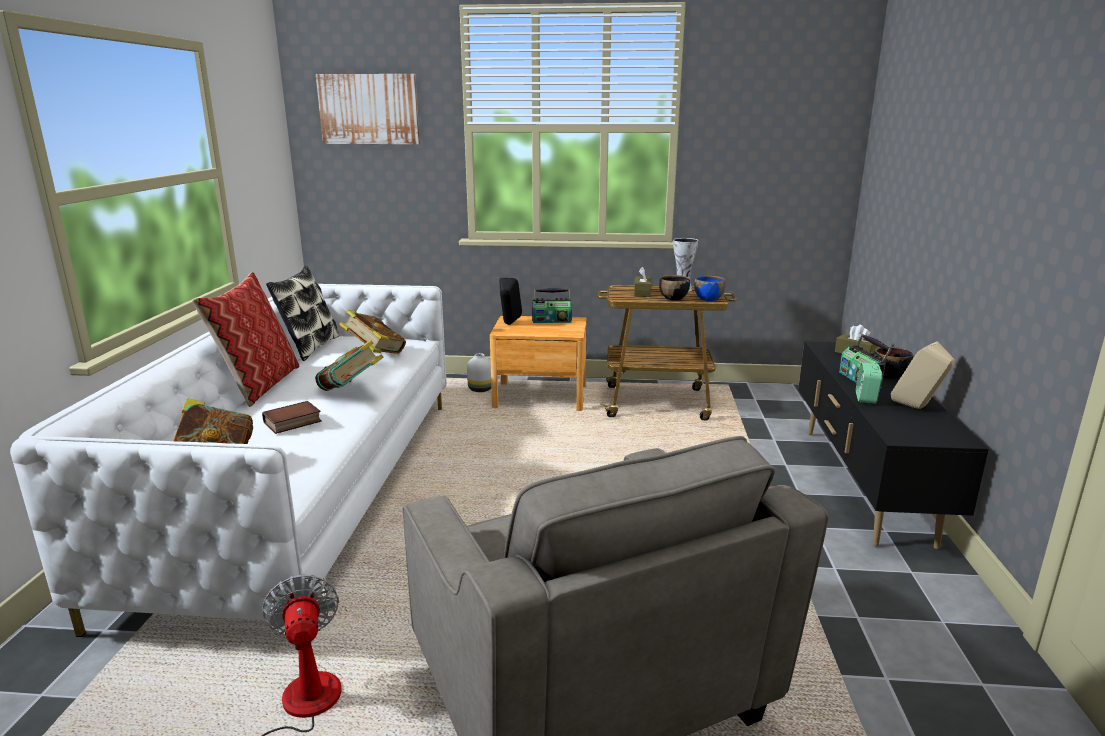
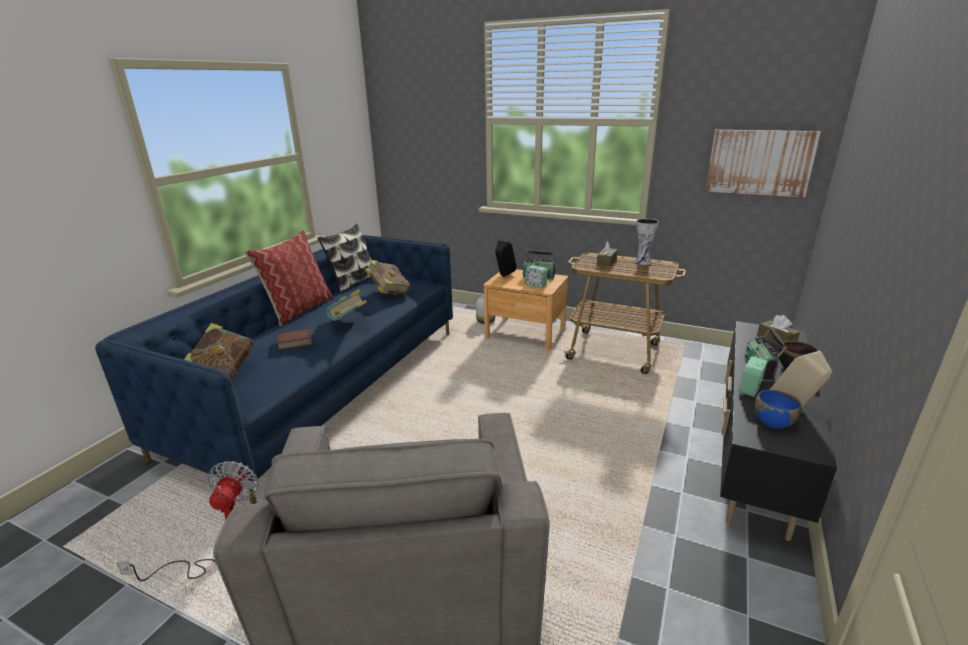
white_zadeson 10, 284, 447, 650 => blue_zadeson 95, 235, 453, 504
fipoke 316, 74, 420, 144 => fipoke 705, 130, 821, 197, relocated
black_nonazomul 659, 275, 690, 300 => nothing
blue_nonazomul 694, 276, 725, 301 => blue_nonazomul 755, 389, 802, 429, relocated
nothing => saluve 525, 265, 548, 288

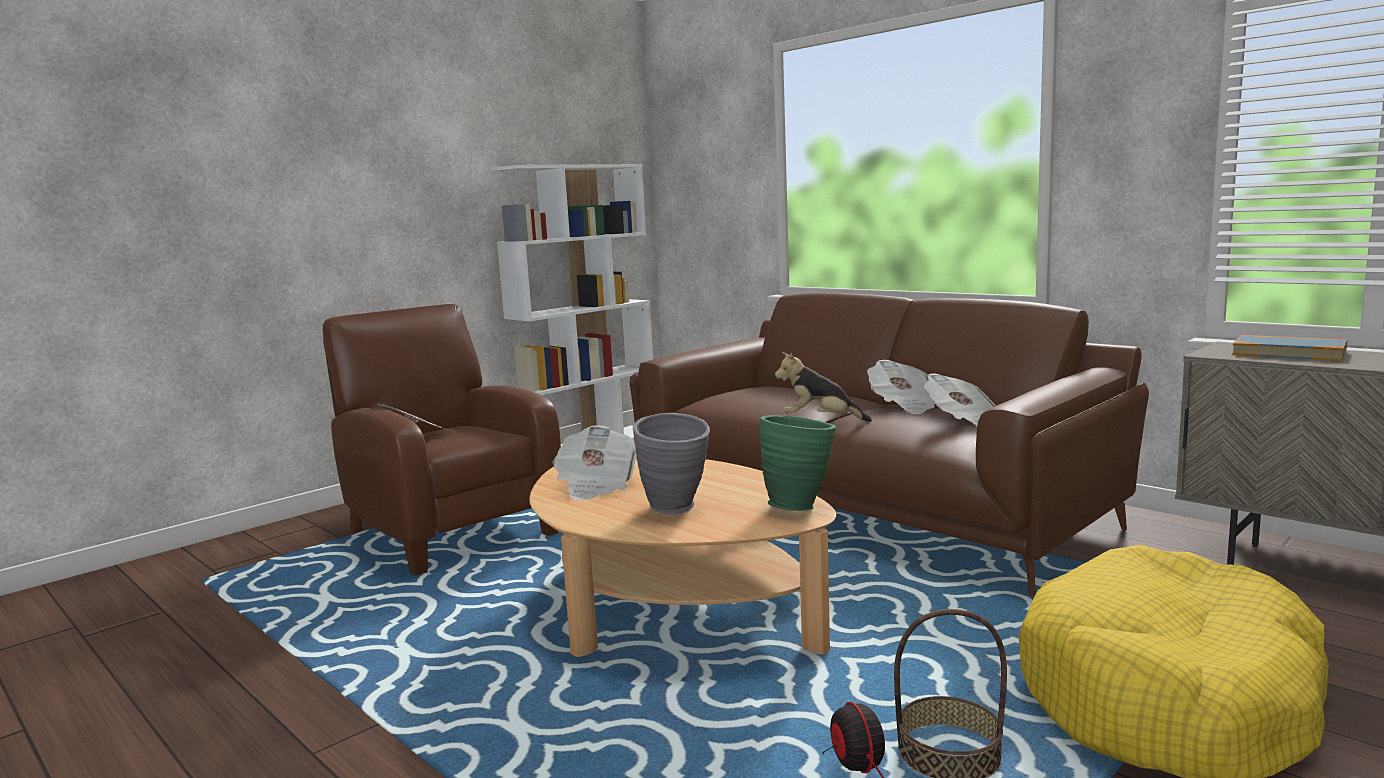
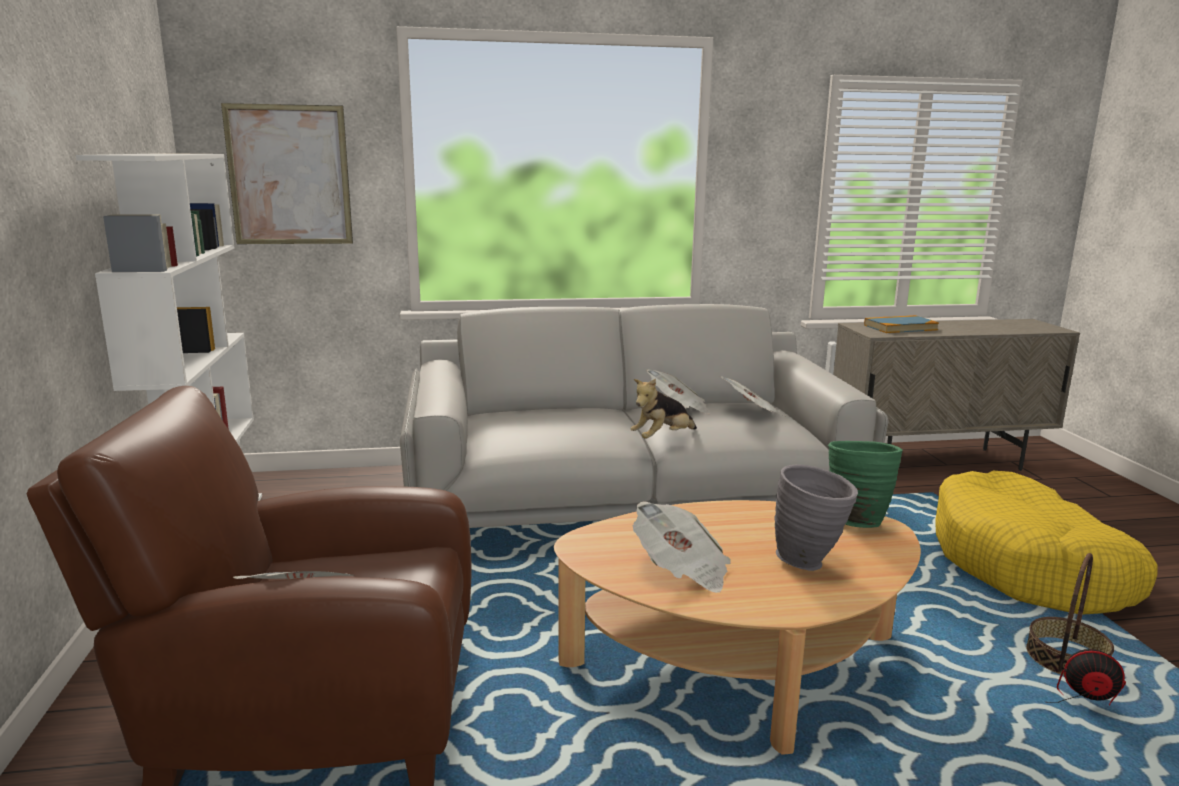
brown_zadeson 630, 293, 1149, 596 => grey_zadeson 400, 304, 888, 528
nothing => fipoke 221, 103, 353, 244

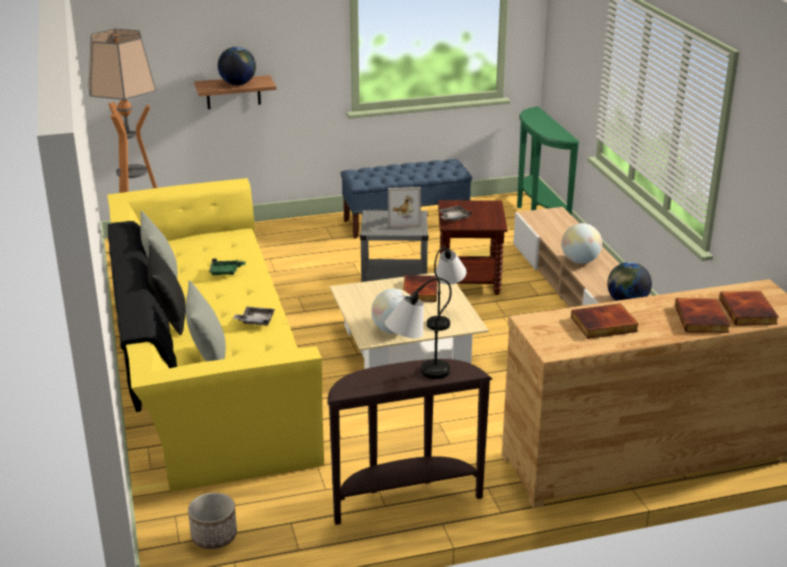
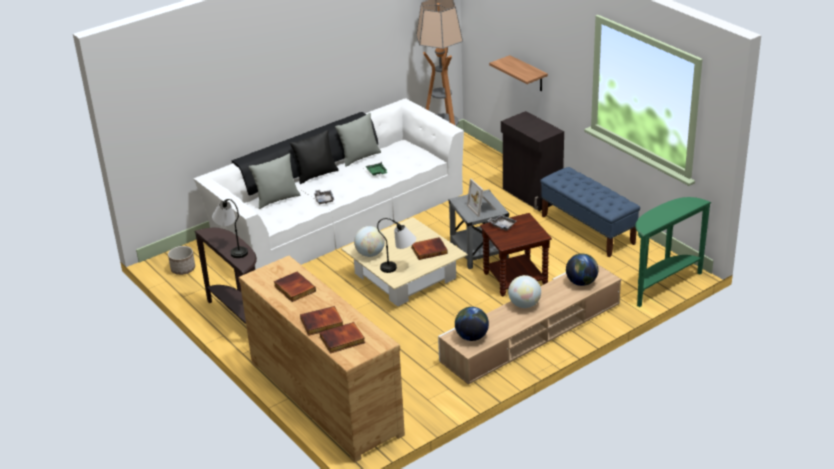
yellow_zadeson 107, 178, 324, 492 => white_zadeson 193, 98, 464, 270
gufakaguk 218, 47, 256, 85 => gufakaguk 566, 254, 598, 286, relocated
nothing => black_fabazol 501, 111, 564, 211

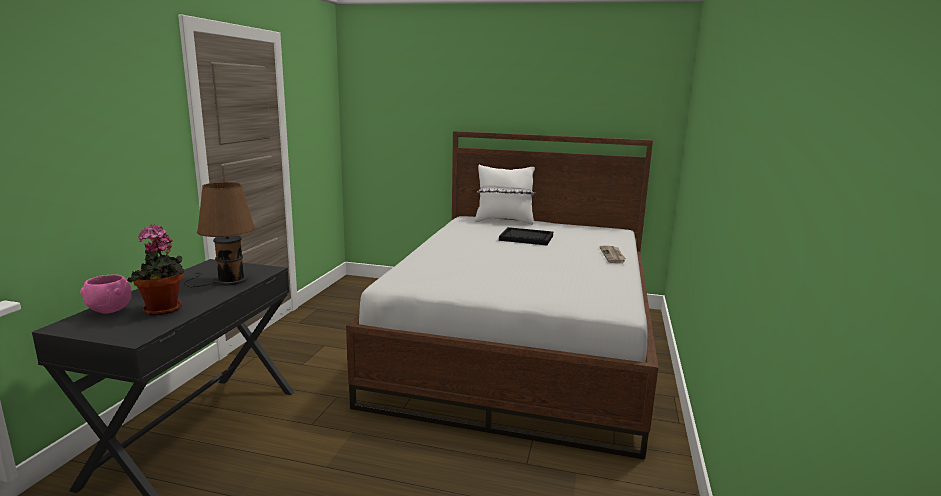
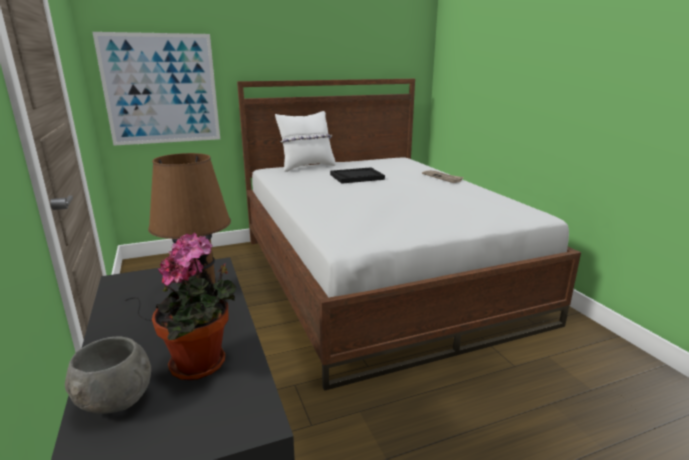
pink_nonazomul 80, 274, 132, 314 => grey_nonazomul 65, 337, 152, 414
nothing => fipoke 92, 32, 220, 146

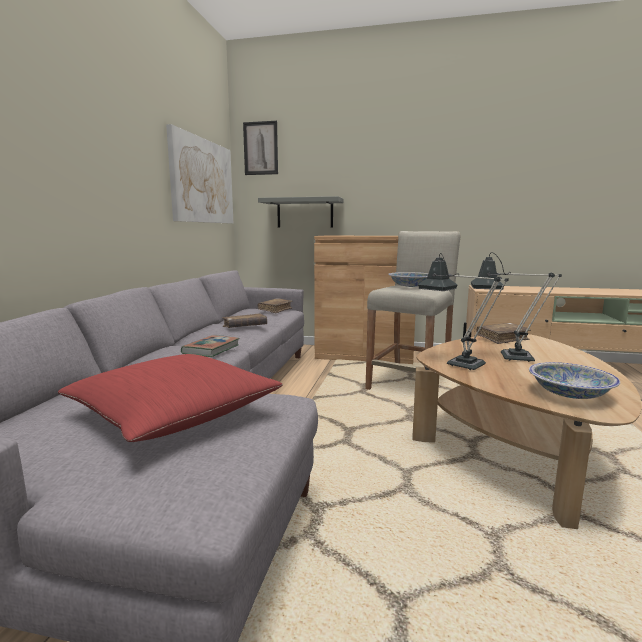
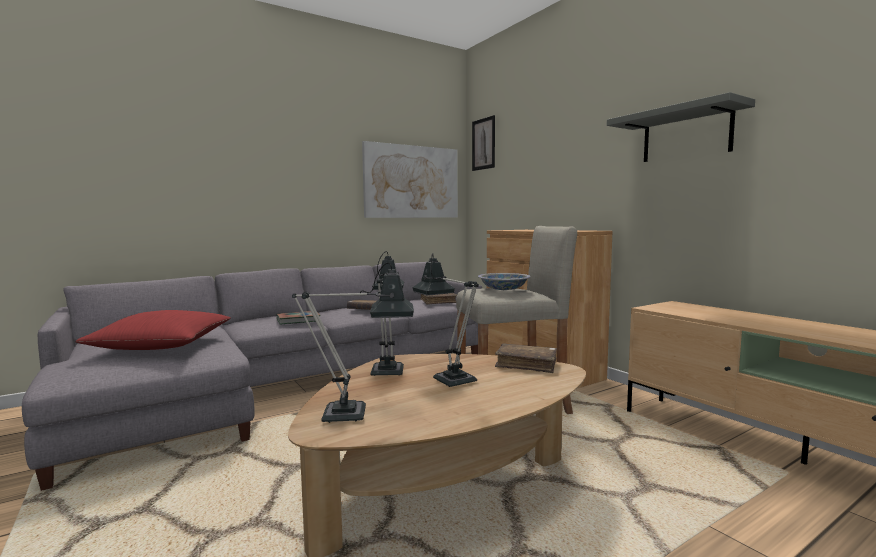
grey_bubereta 258, 196, 344, 228 => grey_bubereta 607, 92, 755, 162, relocated
nonazomul 529, 362, 620, 399 => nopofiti 292, 263, 414, 423

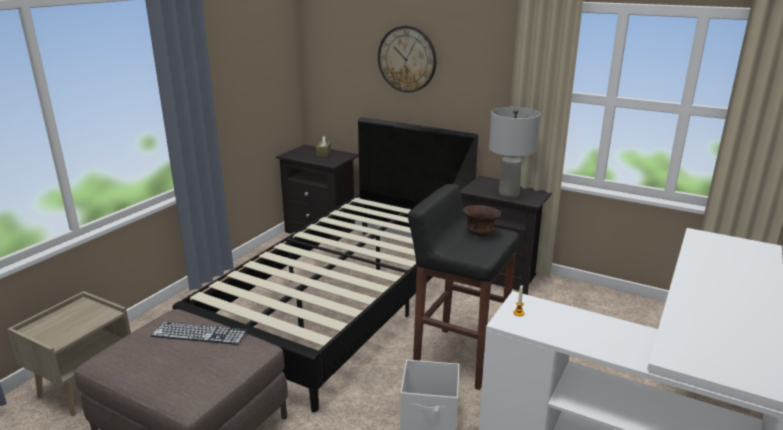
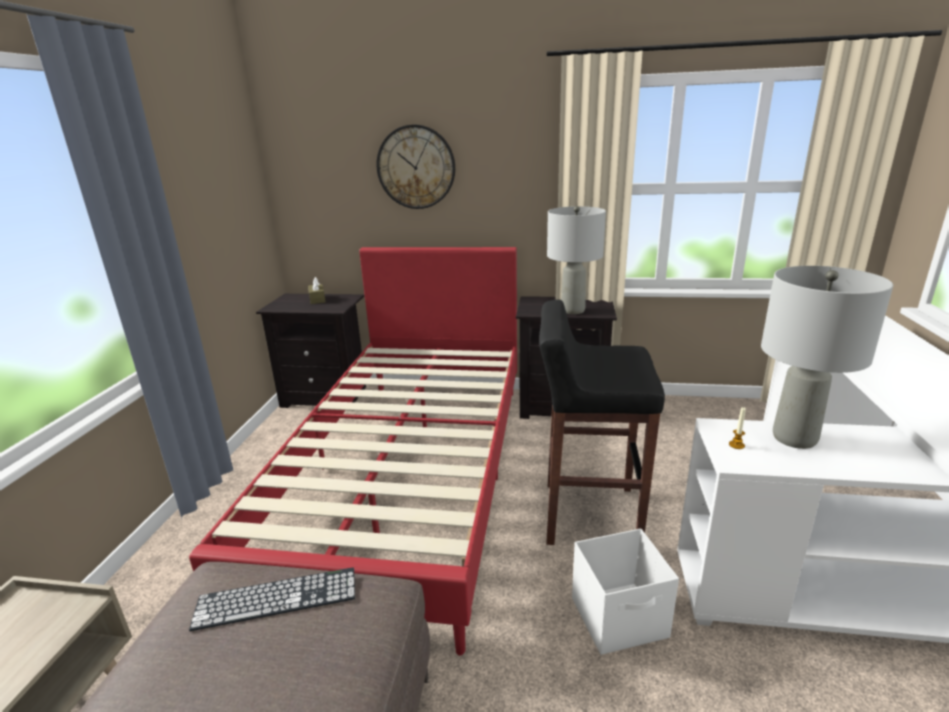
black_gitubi 172, 117, 478, 413 => red_gitubi 189, 247, 517, 656
brown_nonazomul 463, 205, 501, 237 => nothing
nothing => grey_nopofiti 761, 266, 893, 449

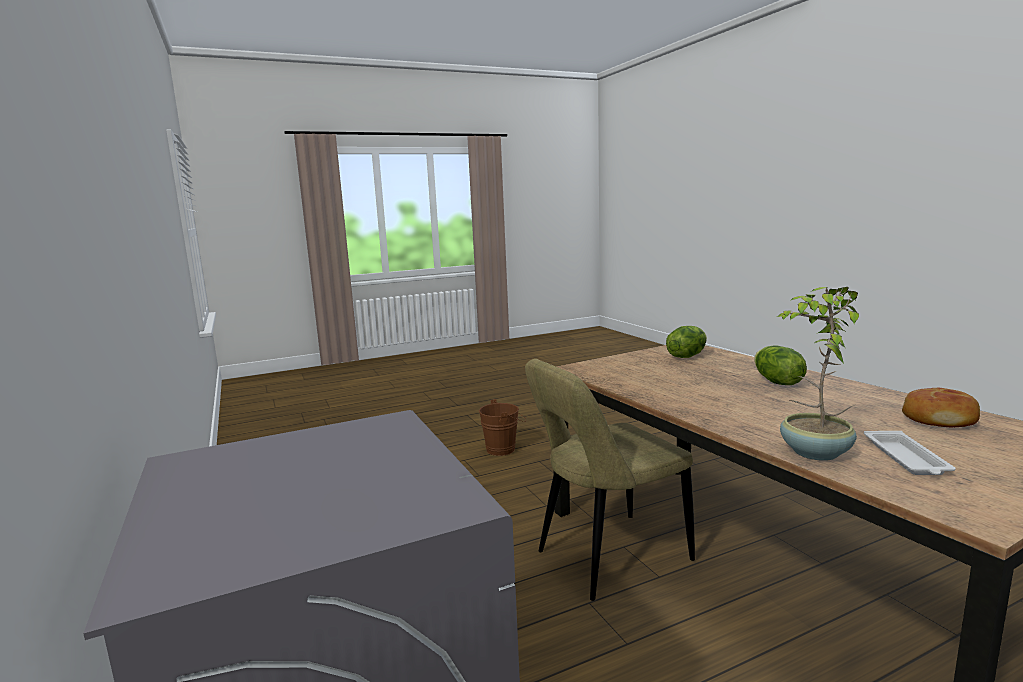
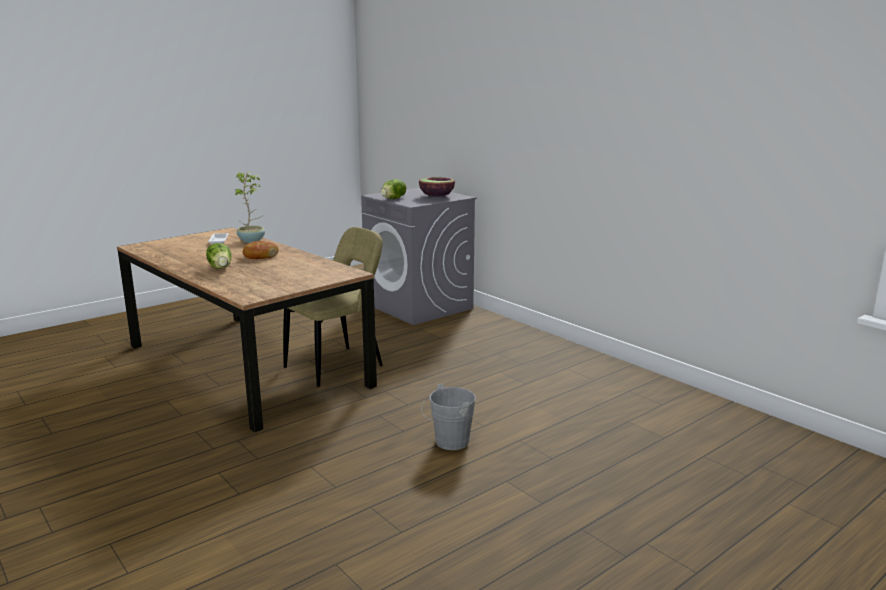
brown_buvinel 479, 399, 526, 456 => grey_buvinel 421, 383, 476, 450
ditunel 666, 326, 707, 358 => ditunel 381, 179, 406, 199, relocated
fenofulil 902, 388, 980, 427 => fenofulil 243, 241, 279, 259, relocated
nothing => nonazomul 419, 177, 455, 197

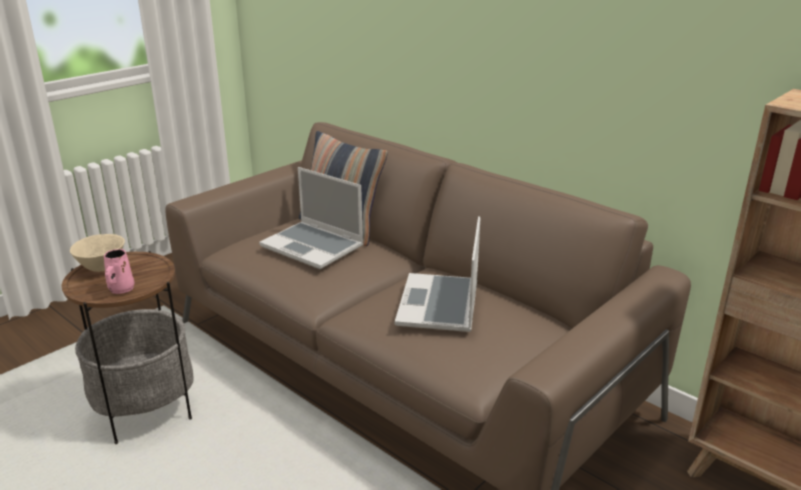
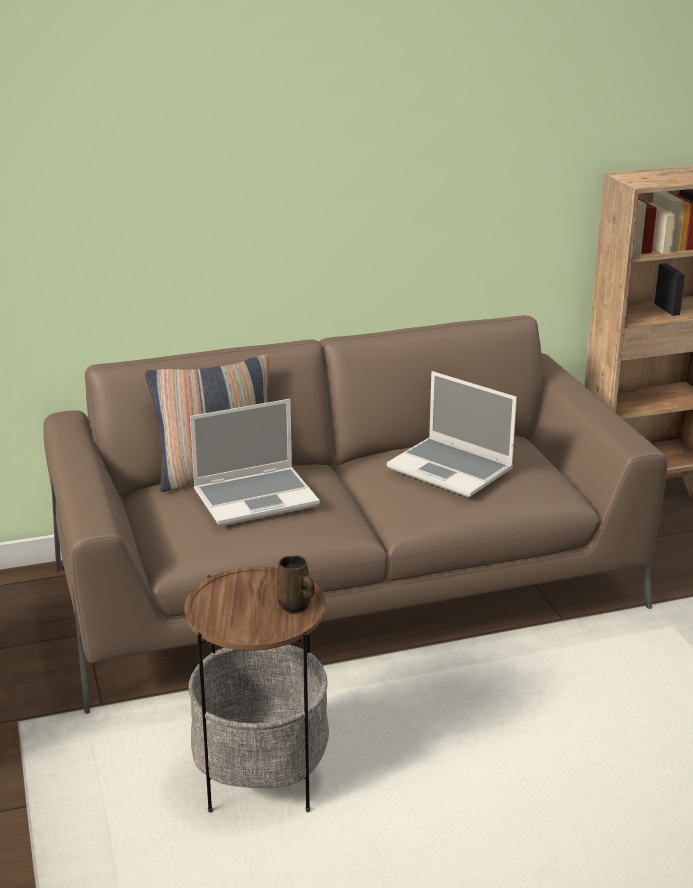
beige_nonazomul 70, 234, 125, 272 => nothing
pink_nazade 104, 249, 134, 294 => brown_nazade 277, 555, 315, 613

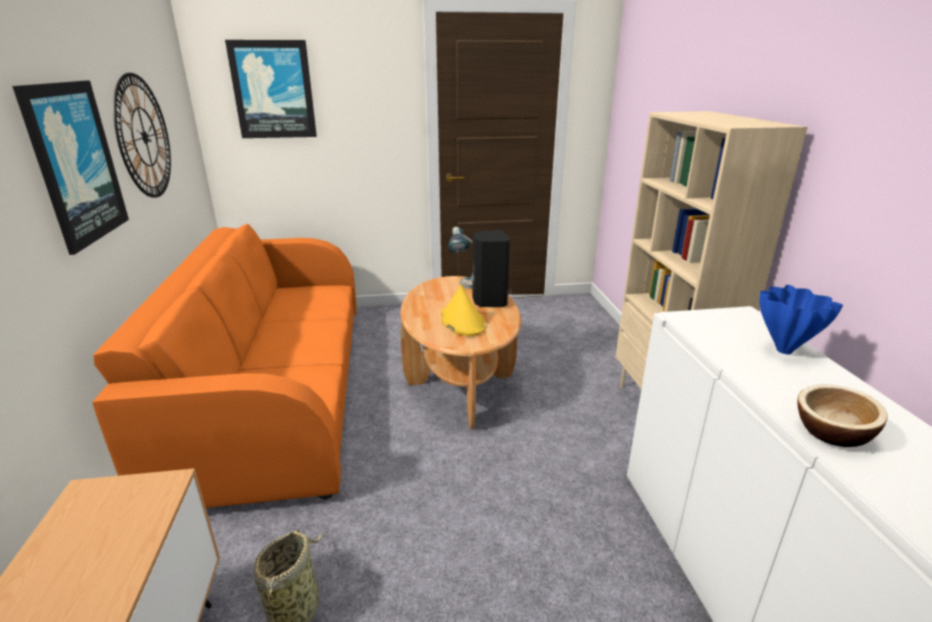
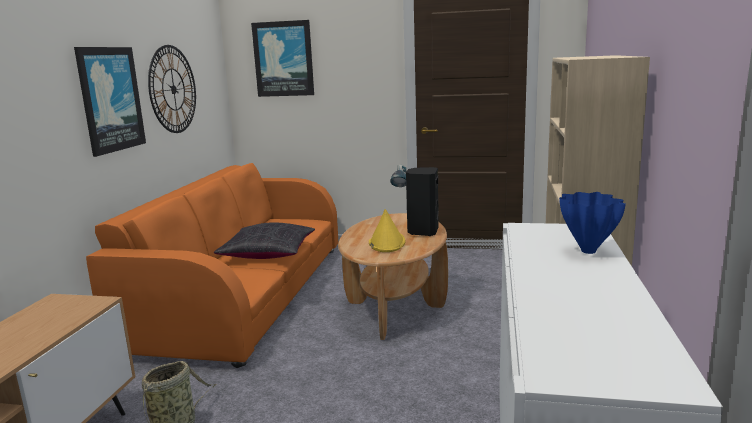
nonazomul 797, 384, 888, 447 => nothing
nothing => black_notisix 214, 223, 315, 259

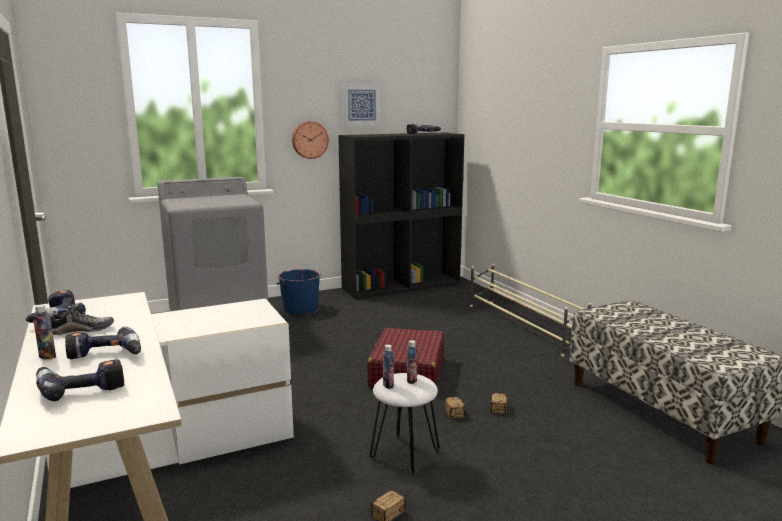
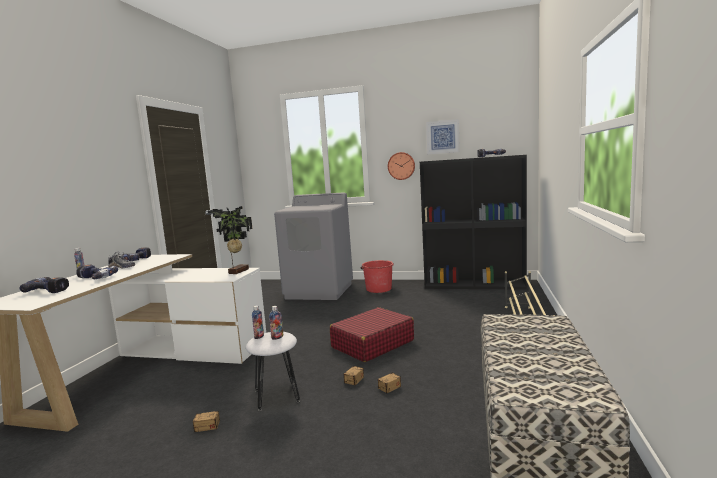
blue_buvinel 276, 269, 321, 314 => red_buvinel 361, 260, 394, 293
nothing => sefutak 208, 206, 252, 274

